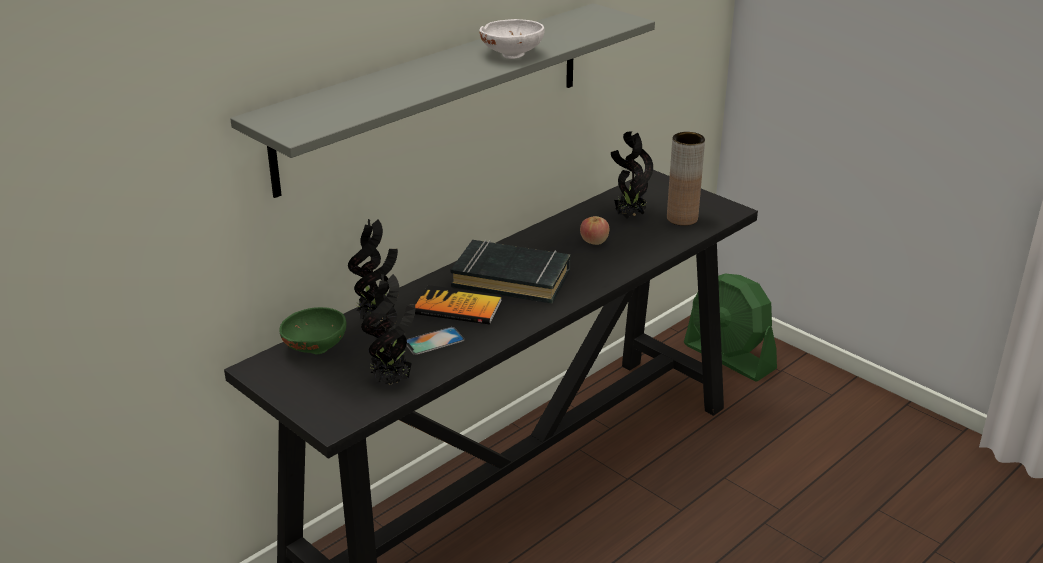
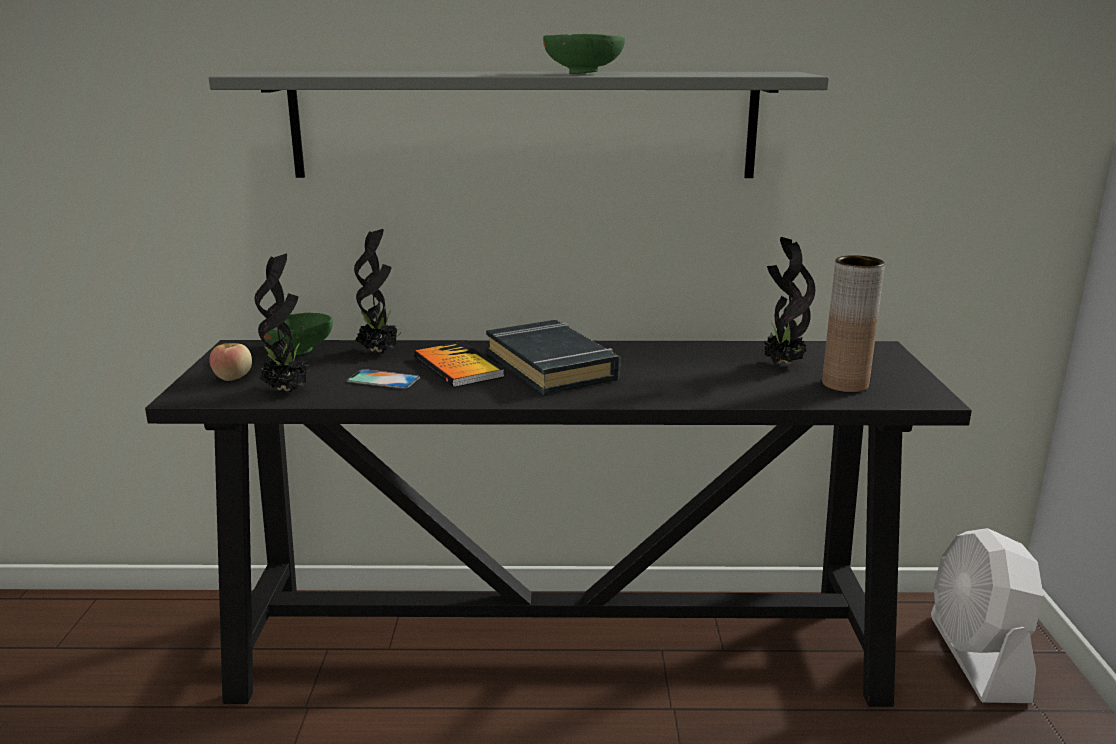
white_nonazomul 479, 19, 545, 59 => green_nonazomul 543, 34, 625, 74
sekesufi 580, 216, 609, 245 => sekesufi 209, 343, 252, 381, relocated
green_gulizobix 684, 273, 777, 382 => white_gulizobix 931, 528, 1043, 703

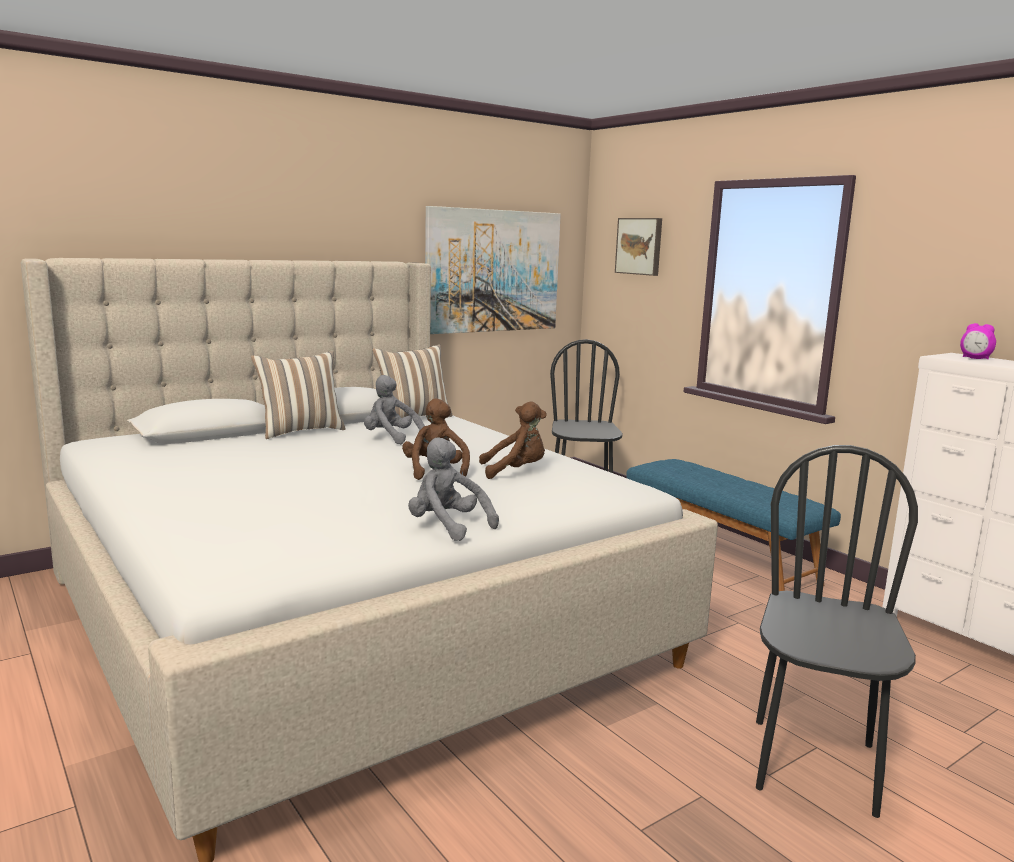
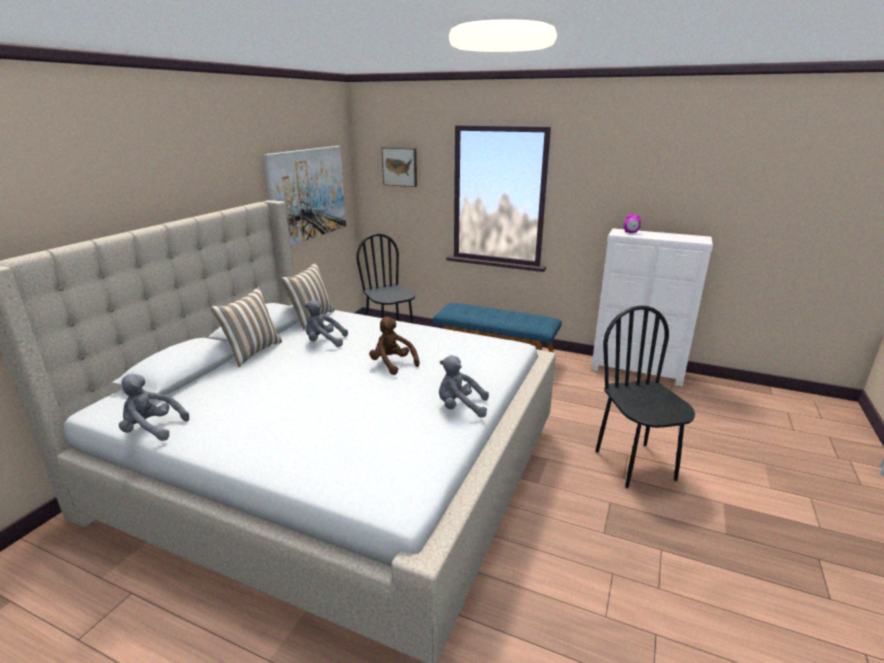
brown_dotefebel 479, 401, 546, 479 => nothing
nothing => grey_dotefebel 119, 374, 189, 441

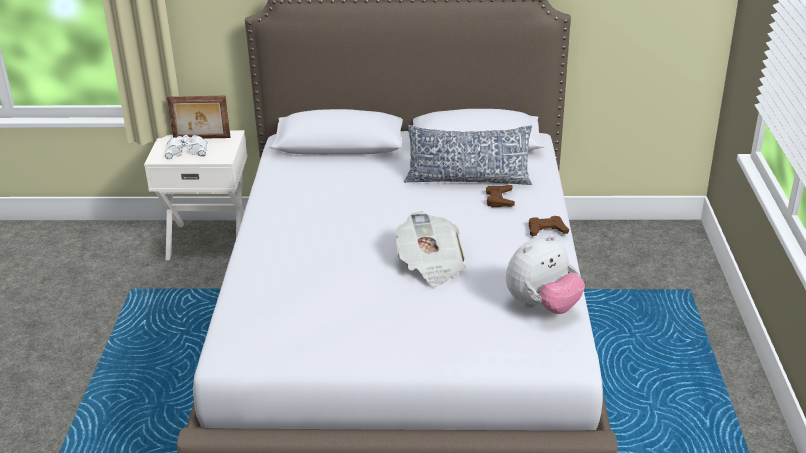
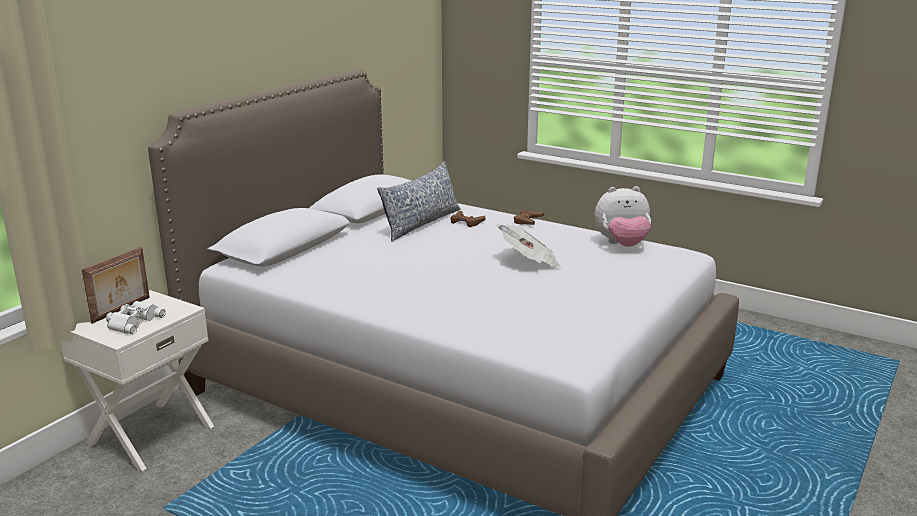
dotefebel 506, 234, 585, 314 => dotefebel 595, 186, 651, 247, 90 degrees clockwise

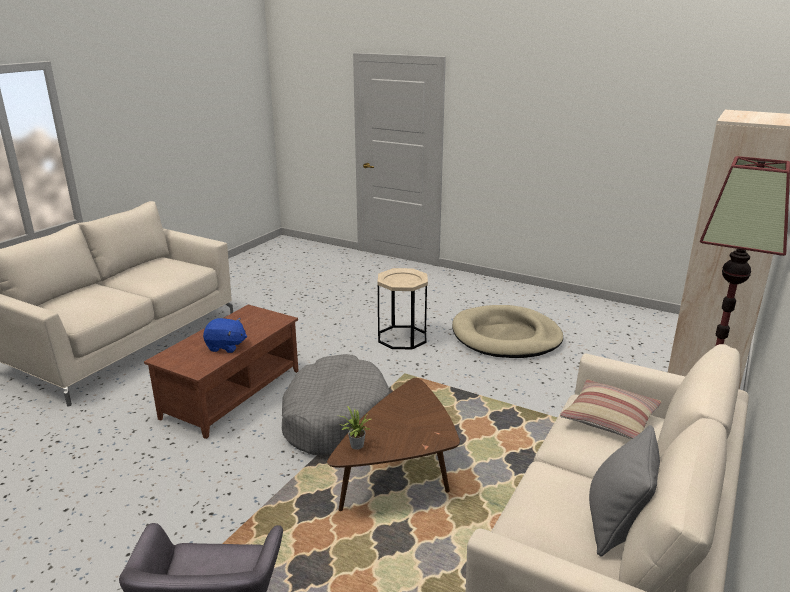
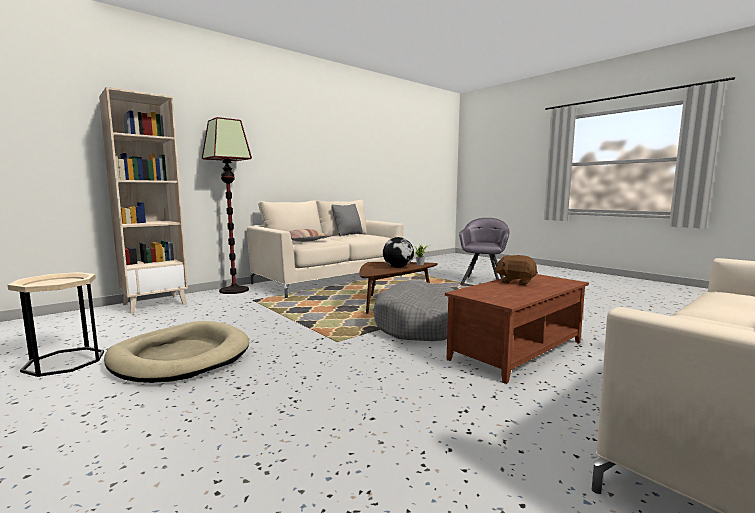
blue_dotefebel 203, 318, 247, 353 => brown_dotefebel 494, 255, 538, 285
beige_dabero 378, 268, 428, 349 => beige_dabero 8, 272, 104, 377, relocated
nothing => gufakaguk 383, 237, 414, 268

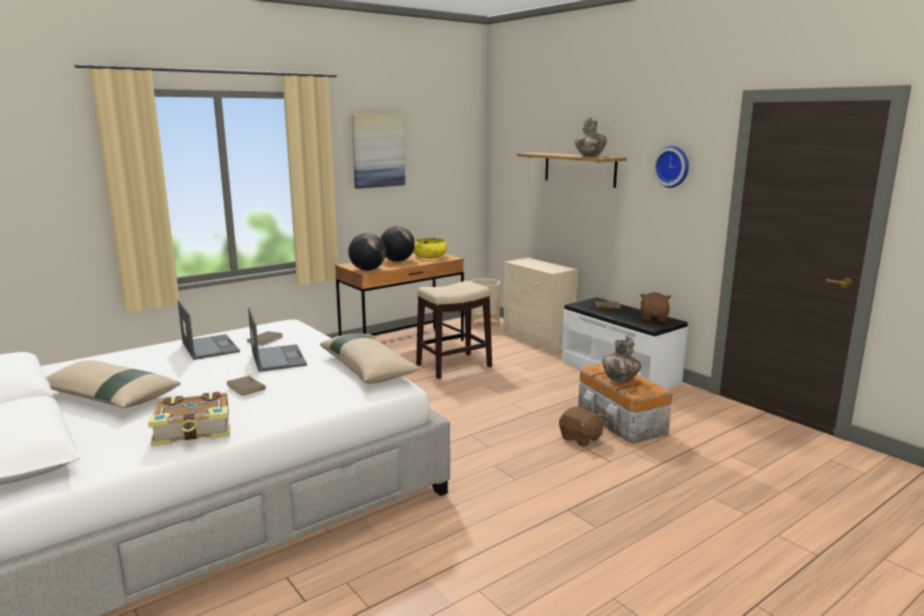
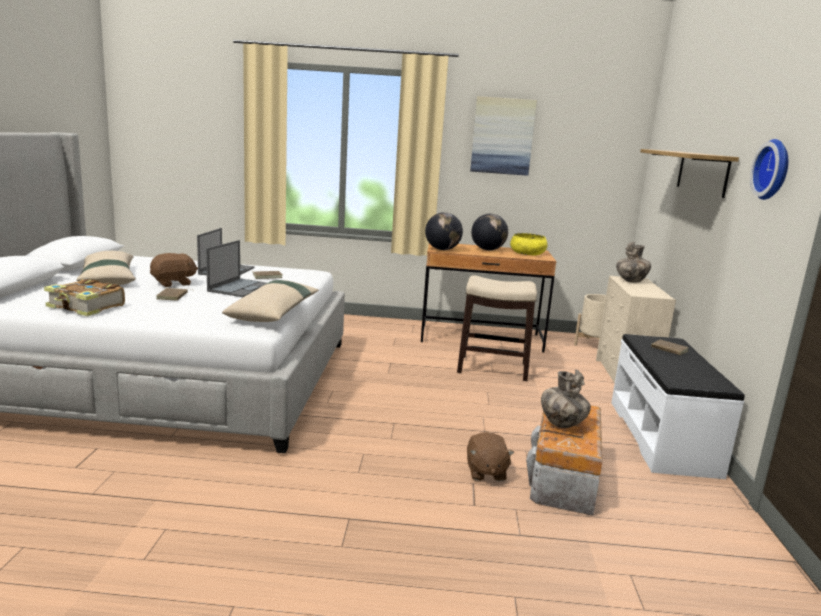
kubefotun 575, 117, 607, 157 => kubefotun 616, 242, 651, 283, relocated
brown_dotefebel 640, 292, 671, 322 => brown_dotefebel 150, 253, 198, 287, relocated

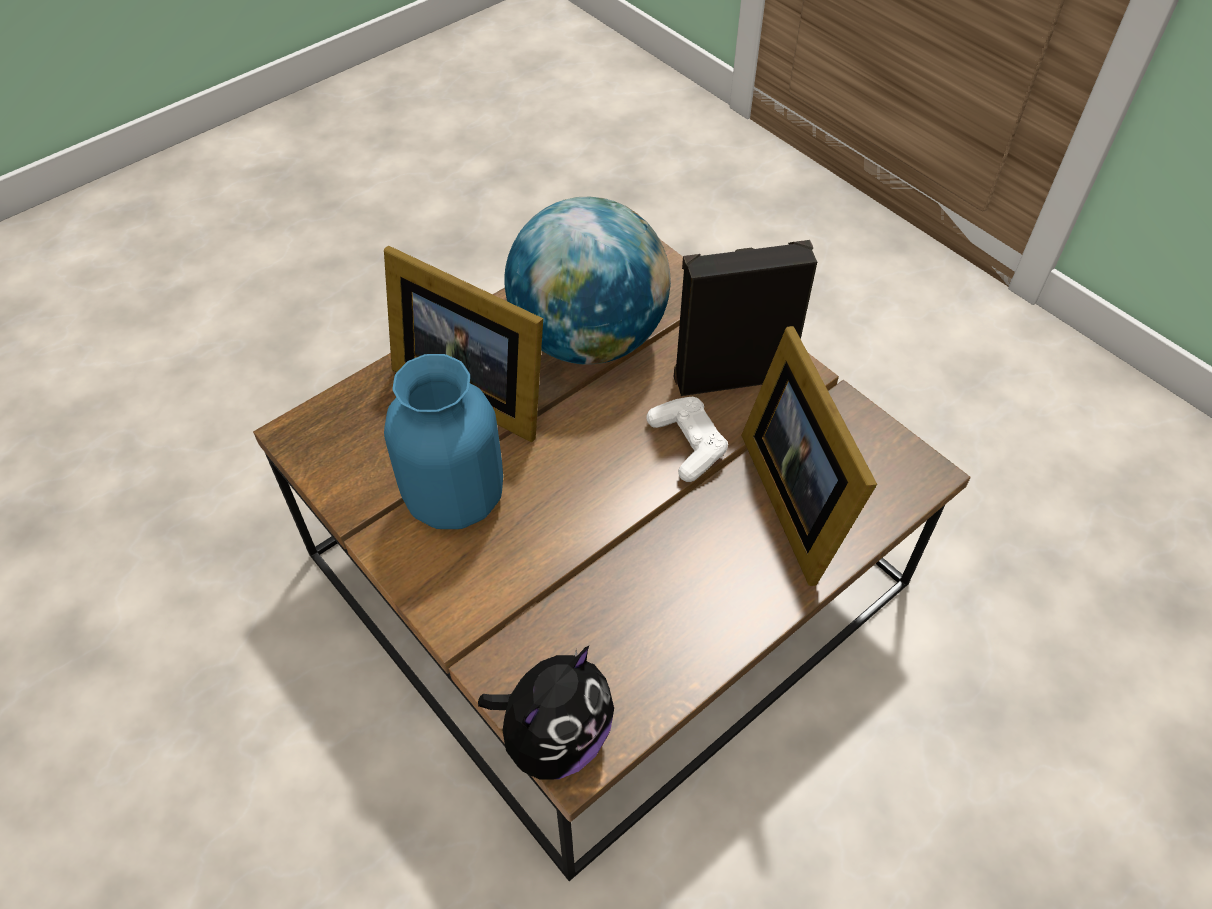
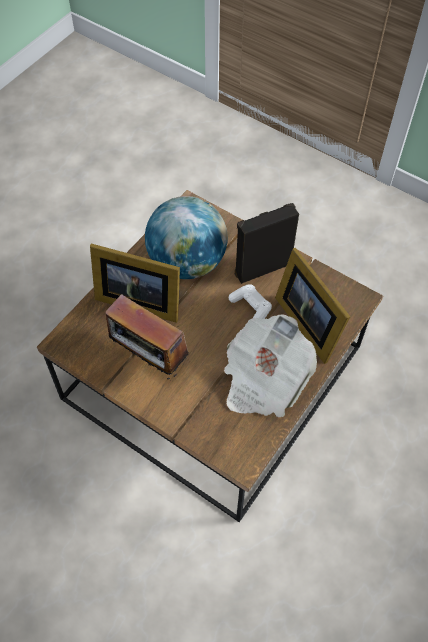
blue_kubefotun 384, 354, 503, 529 => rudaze 105, 294, 189, 379
dotefebel 478, 646, 614, 779 => nothing
nothing => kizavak 224, 314, 317, 417

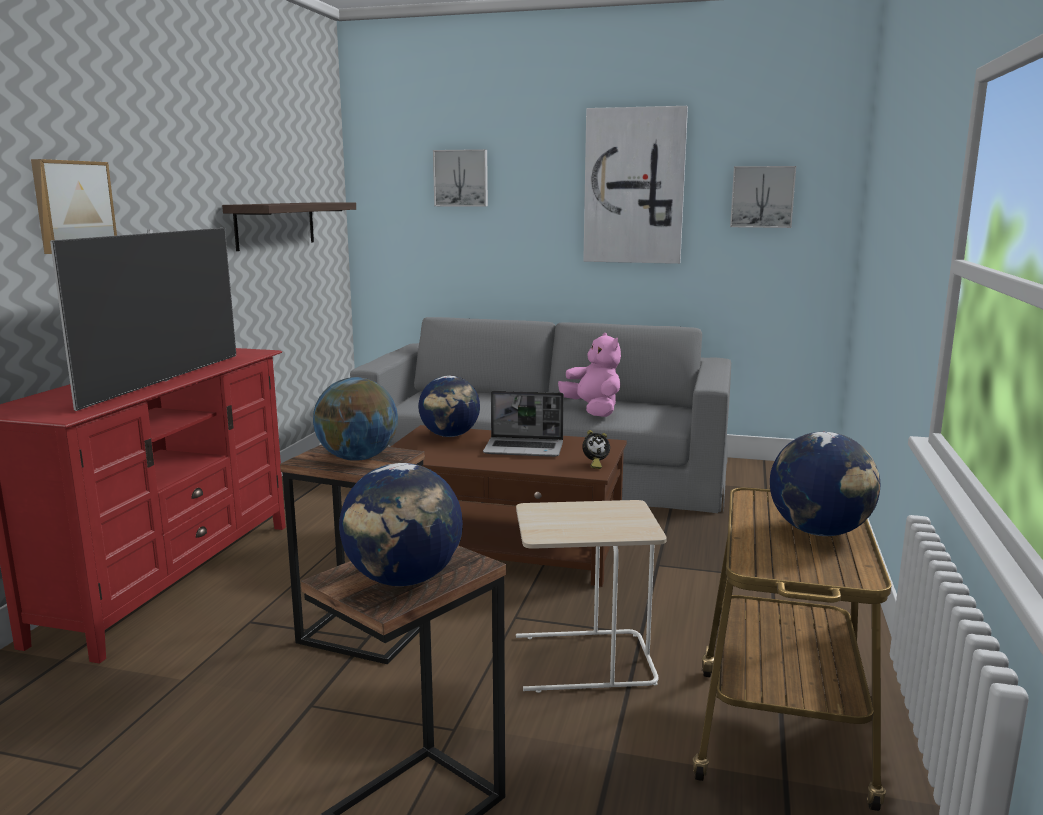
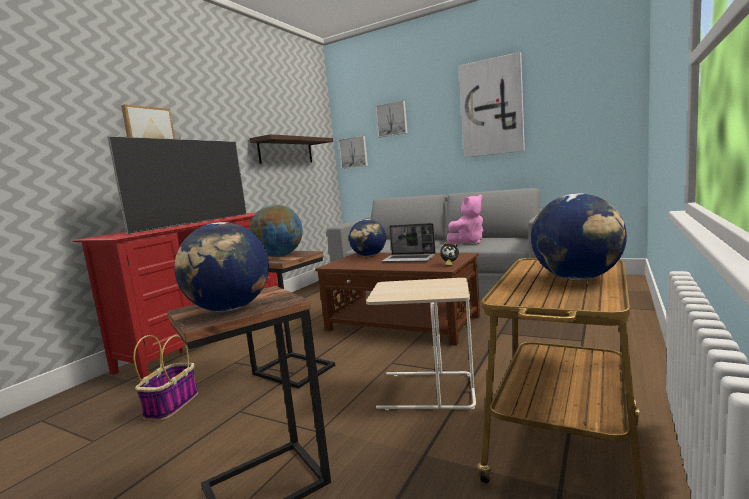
pink_dotefebel 558, 333, 621, 417 => pink_dotefebel 447, 195, 483, 245, 75 degrees clockwise
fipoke 730, 166, 796, 228 => fipoke 338, 136, 368, 169, relocated
nothing => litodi 133, 335, 198, 420

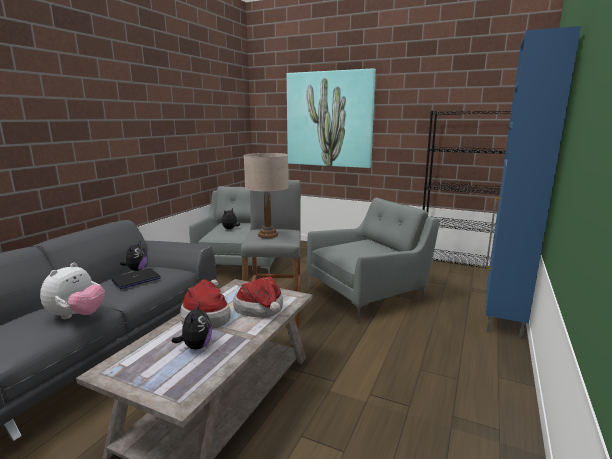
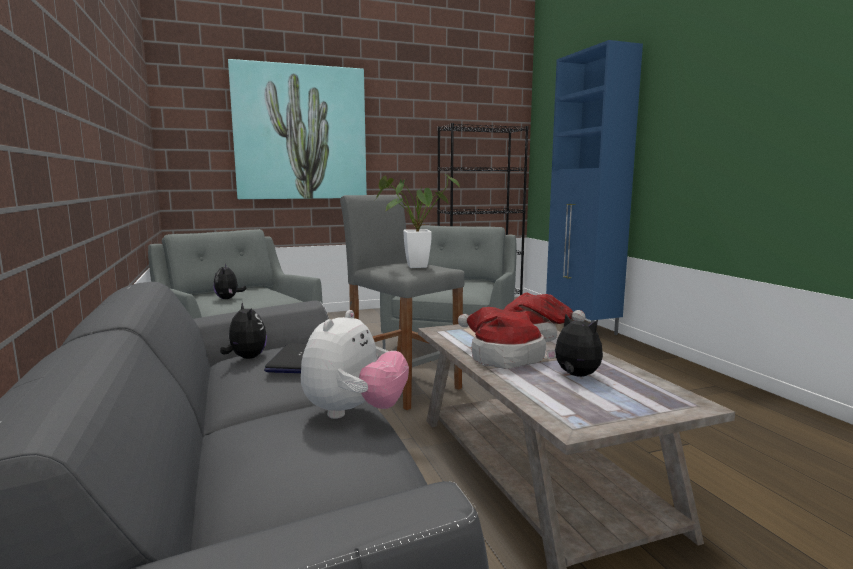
dotefebel 40, 263, 105, 319 => dotefebel 301, 310, 409, 419, 45 degrees clockwise
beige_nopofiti 244, 153, 289, 238 => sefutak 375, 174, 460, 268

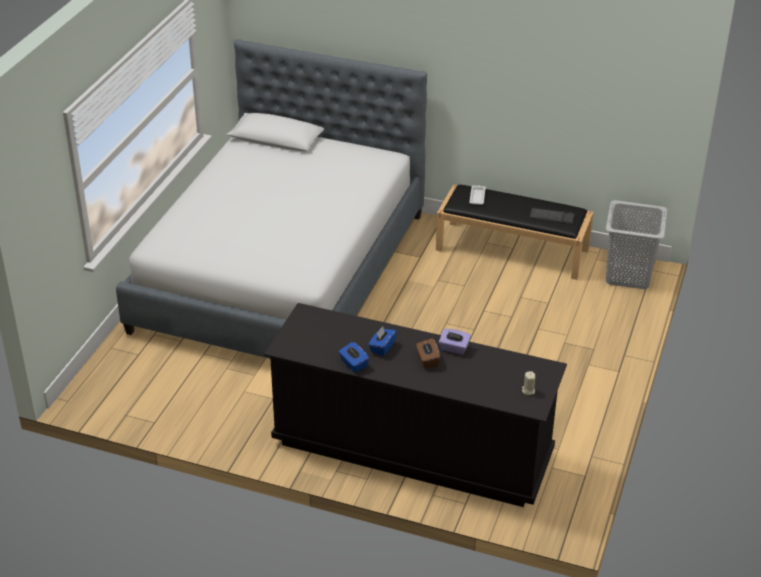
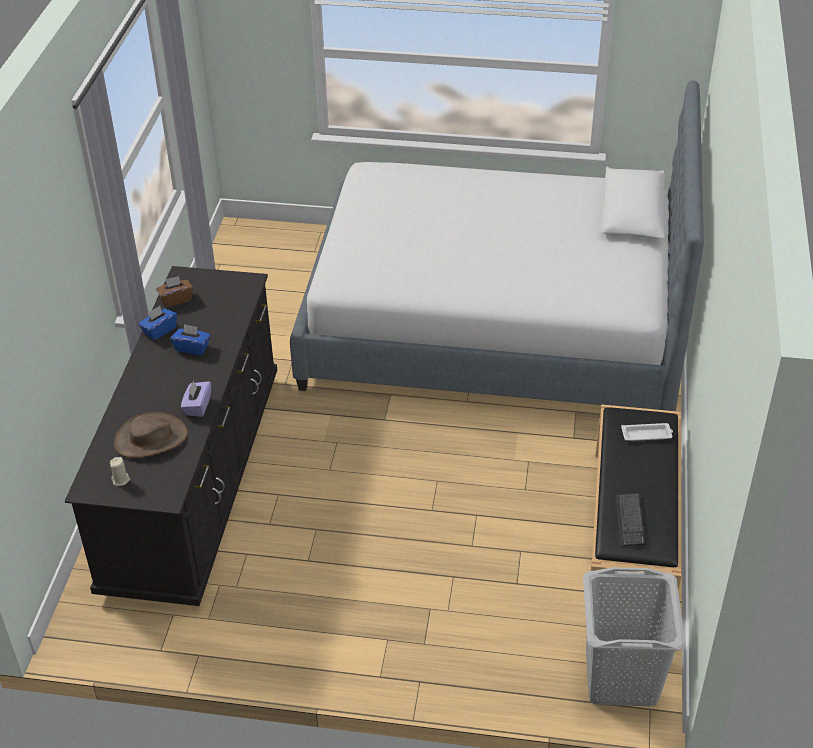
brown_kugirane 416, 338, 440, 368 => brown_kugirane 156, 276, 193, 307, relocated
nothing => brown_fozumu 114, 412, 188, 458

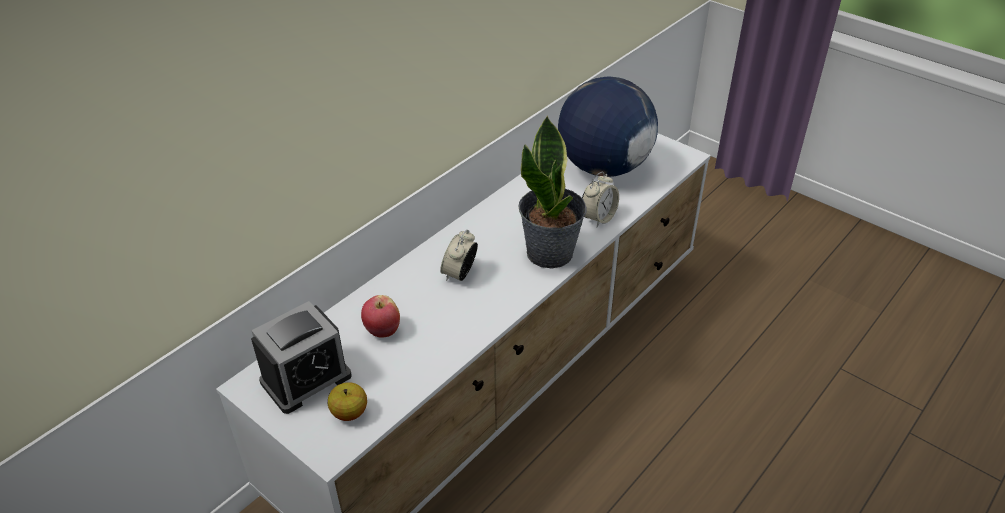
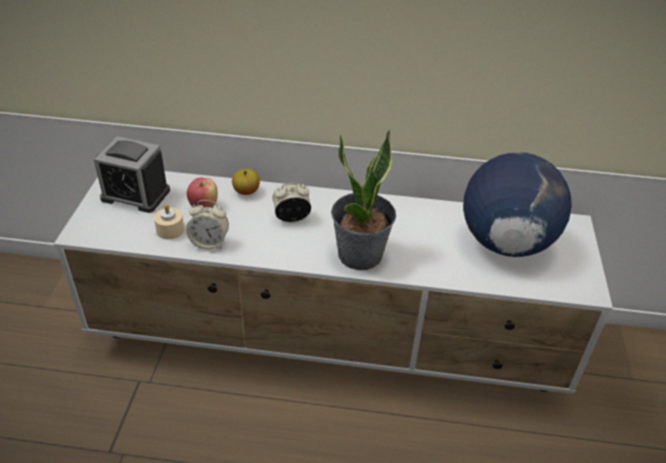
sekesufi 328, 382, 367, 421 => sekesufi 232, 169, 260, 195, relocated
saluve 582, 171, 619, 227 => saluve 186, 200, 229, 250, relocated
nothing => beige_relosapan 154, 204, 184, 240

